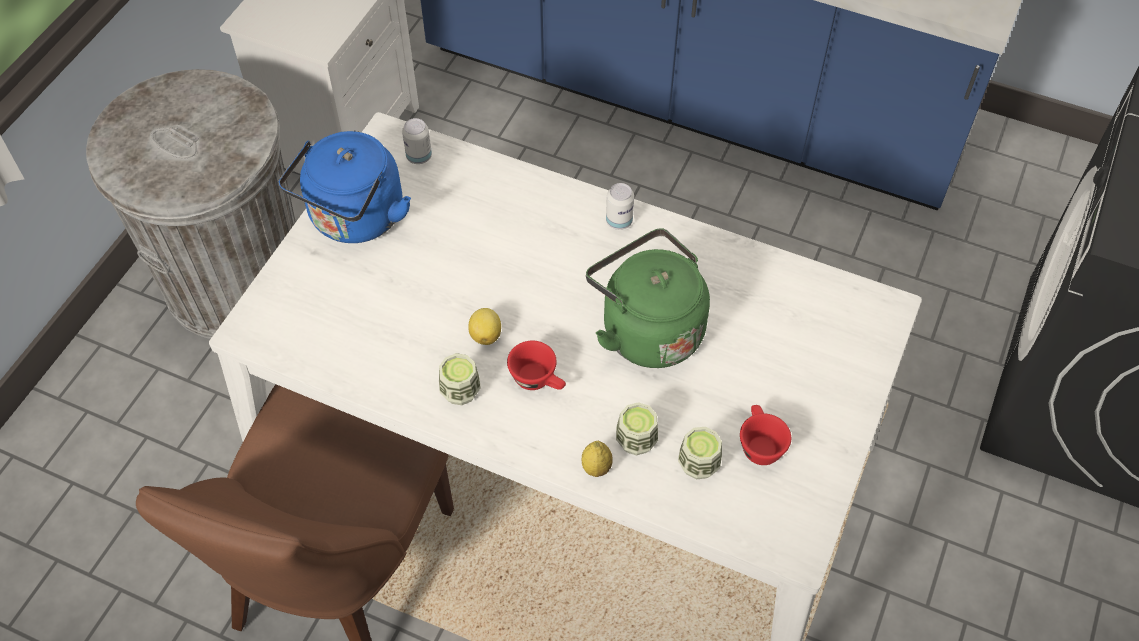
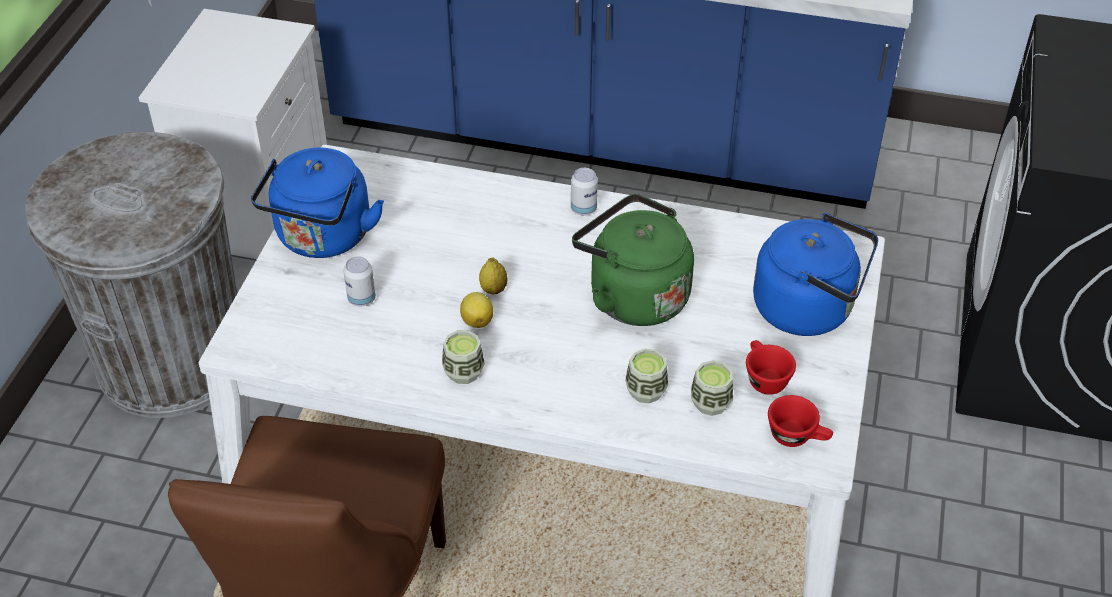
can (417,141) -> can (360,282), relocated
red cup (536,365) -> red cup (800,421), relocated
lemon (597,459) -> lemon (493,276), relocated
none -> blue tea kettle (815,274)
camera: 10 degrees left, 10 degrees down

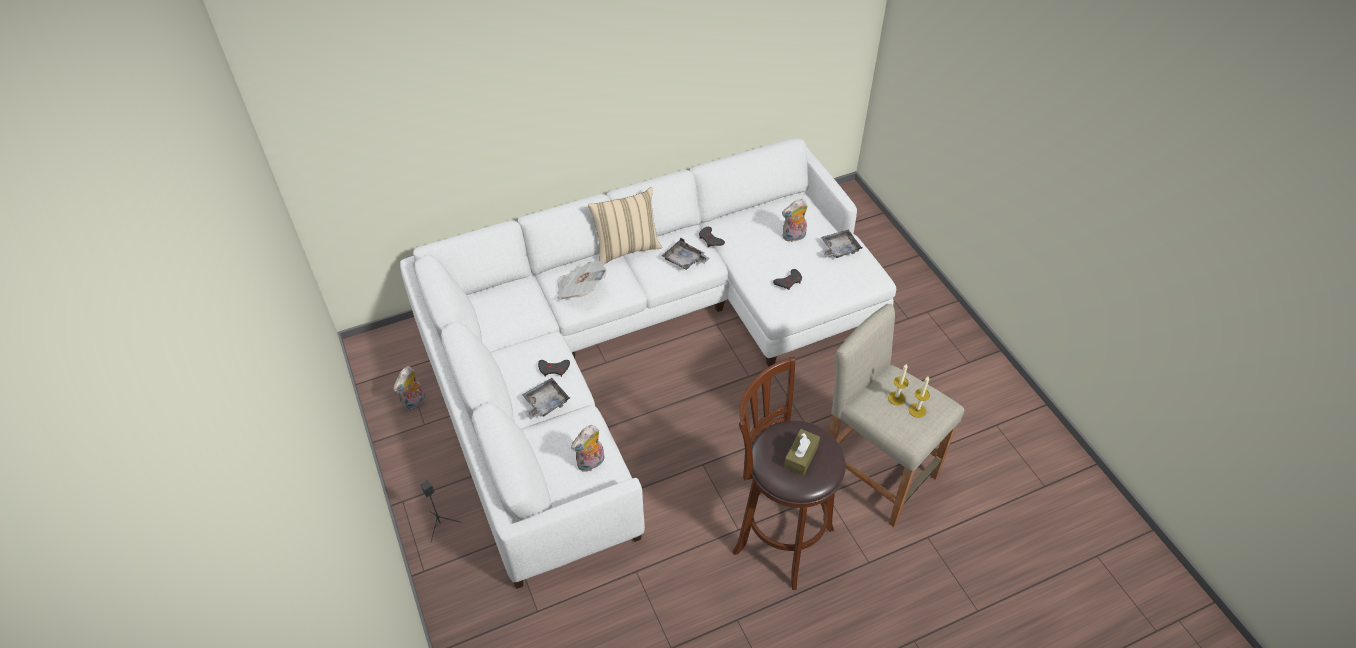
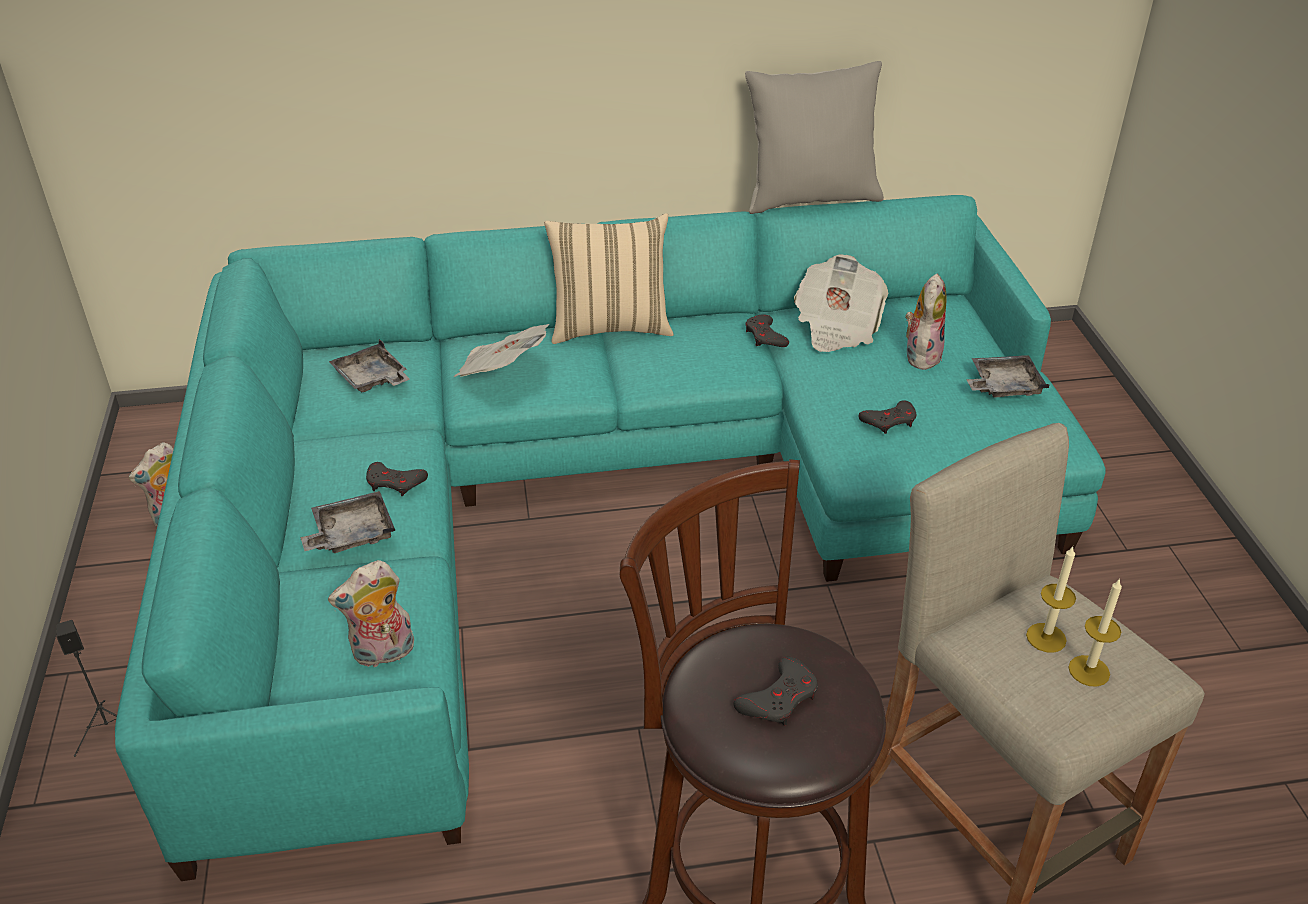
white-coloured couch (648,363) -> turquoise couch (610,538)
greyish carrying tray (686,254) -> greyish carrying tray (369,365), relocated
soft toy (795,220) -> soft toy (926,321), 120 degrees clockwise
brown-coloured tissue holder (802,452) -> greyish gamepad (775,691)
none -> greyish throw pillow (814,137)
none -> daily paper (841,303)
camera: 15 degrees right, 10 degrees down

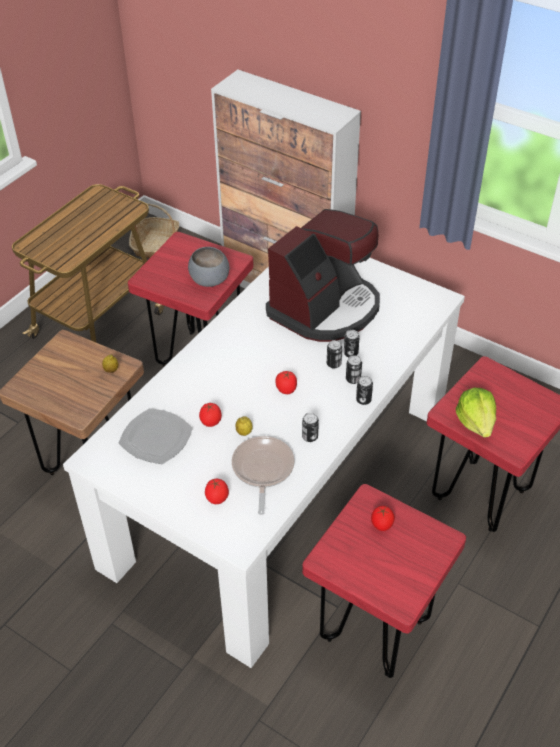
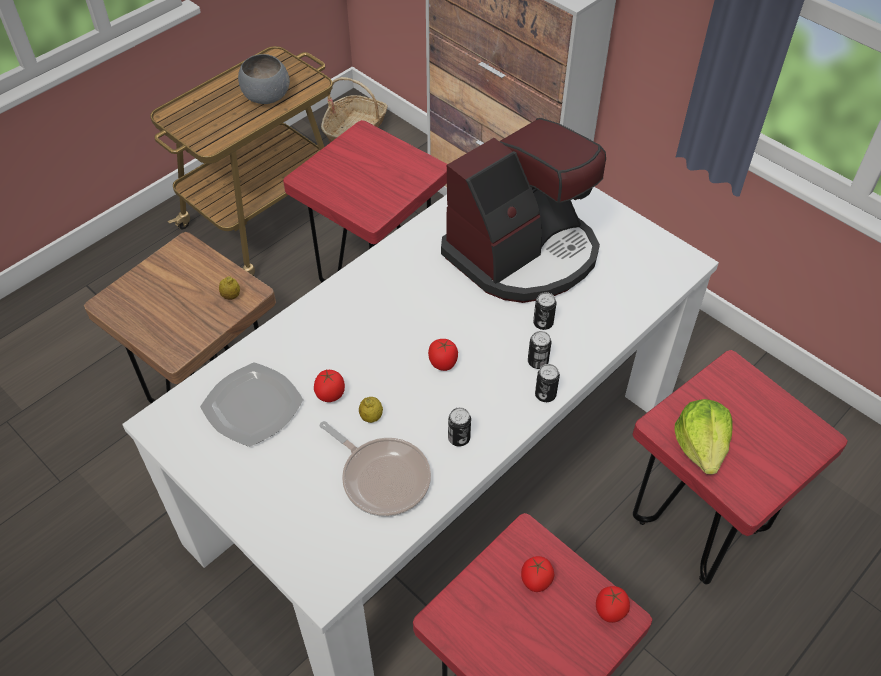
greyish bowl (209,267) -> greyish bowl (264,79), relocated
fresh tomato (217,491) -> fresh tomato (613,604), relocated
frying pan (263,475) -> frying pan (375,469), 120 degrees clockwise
can (334,354) -> none
camera: 10 degrees right, 5 degrees up

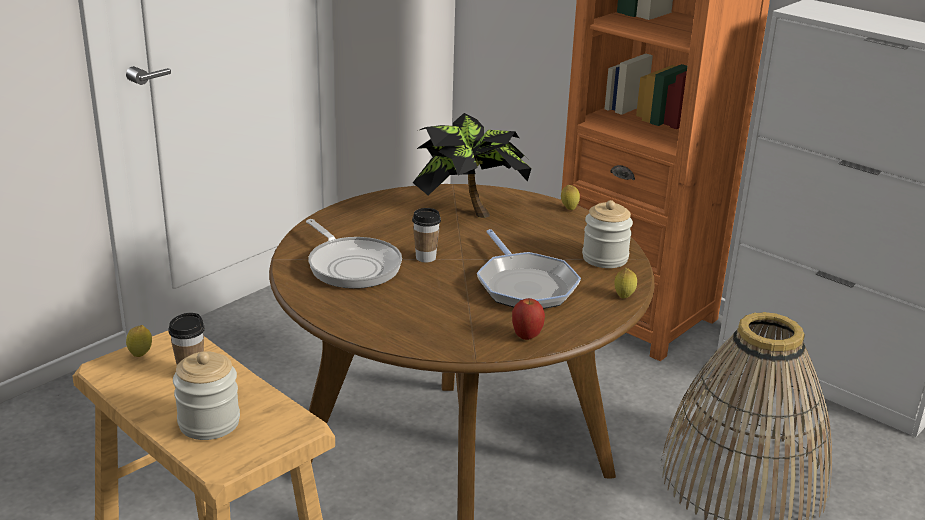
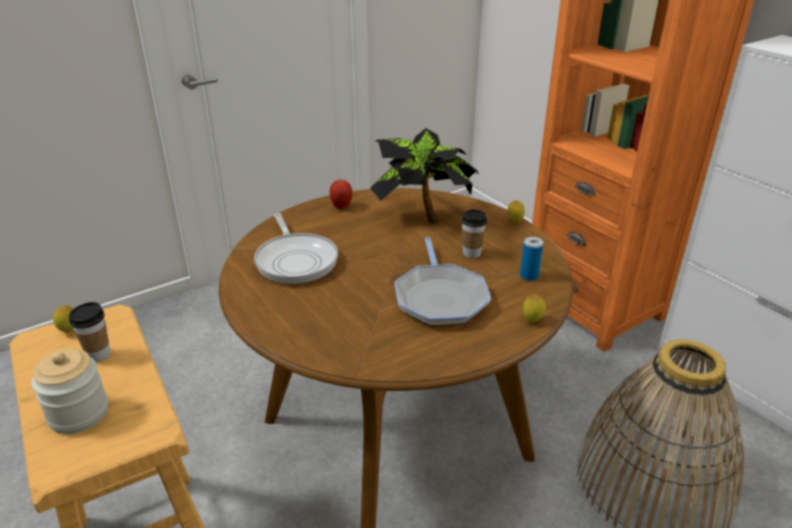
cup (426,235) -> cup (474,234), relocated
apple (528,319) -> apple (341,194), relocated
storage jar (607,234) -> can (531,259)
camera: 15 degrees right, 5 degrees up

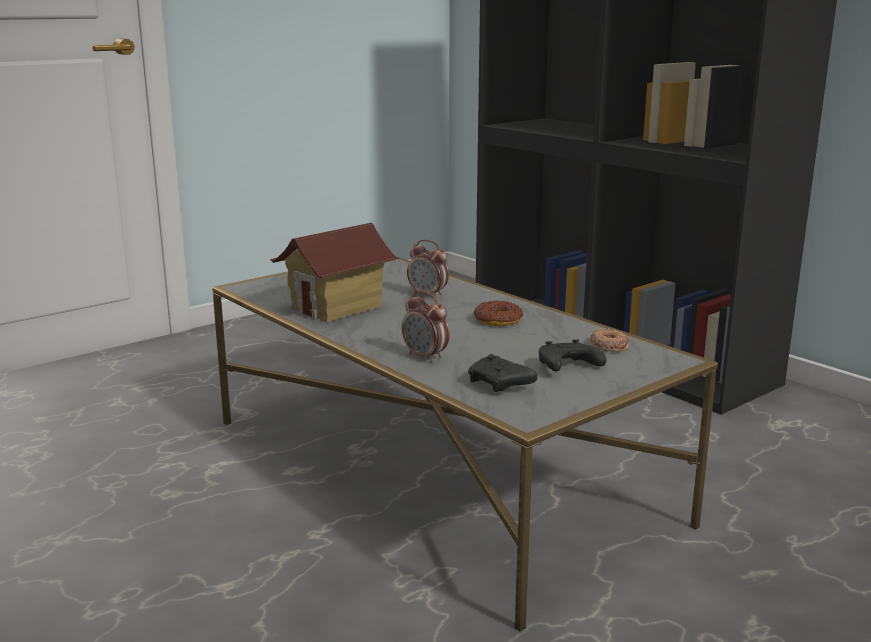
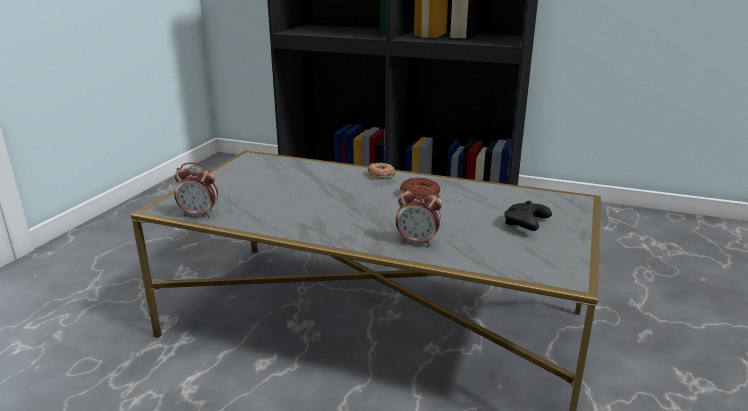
model house (335,272) -> none
table clock (428,268) -> table clock (196,189), relocated
blackish gamepad (502,373) -> none
ring doughnut (609,340) -> ring doughnut (381,170), relocated
camera: 30 degrees left, 5 degrees up

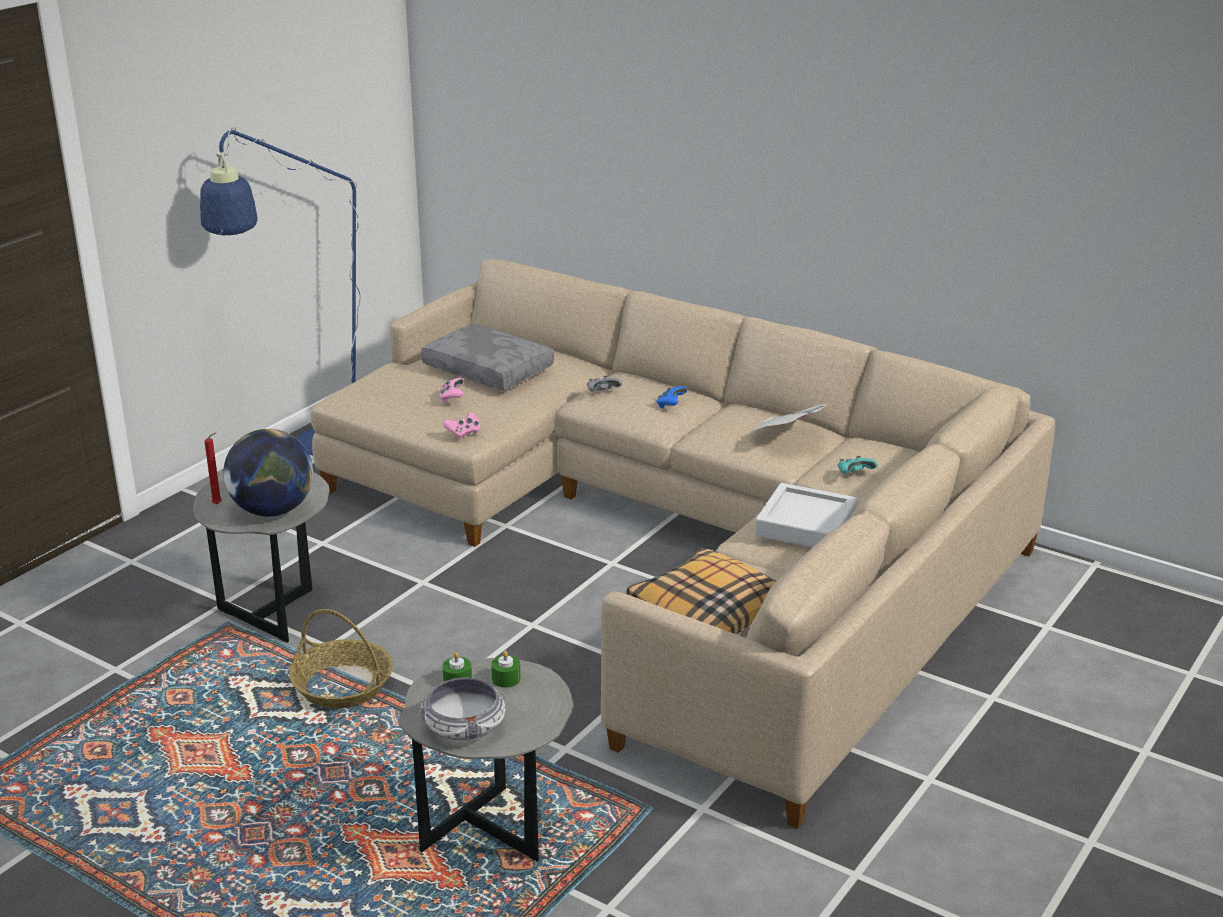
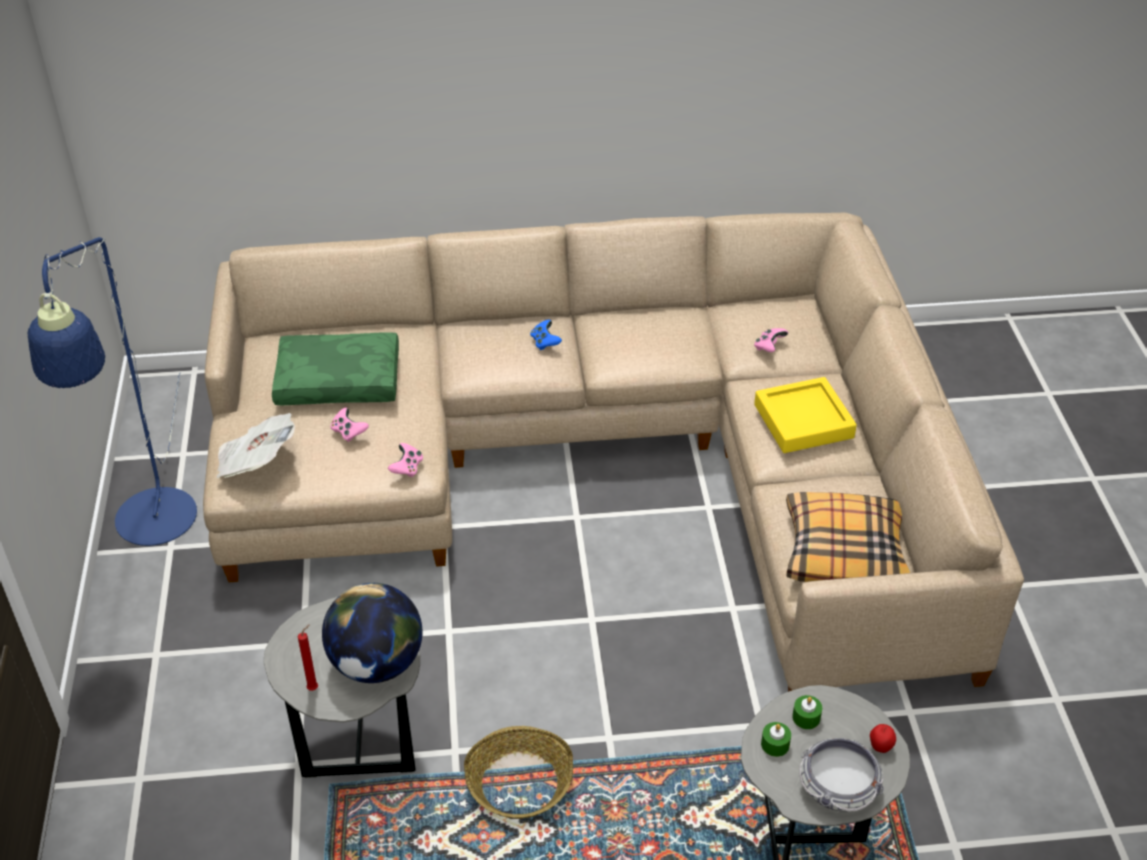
greyish throw pillow (487,357) -> greenish throw pillow (335,368)
greyish gamepad (604,384) -> none
daily paper (788,417) -> daily paper (255,446), relocated
greyish carrying tray (806,515) -> yellow carrying tray (805,415)
turquoise gamepad (858,465) -> pink gamepad (771,340)
none -> apple (883,738)
camera: 40 degrees left, 15 degrees up

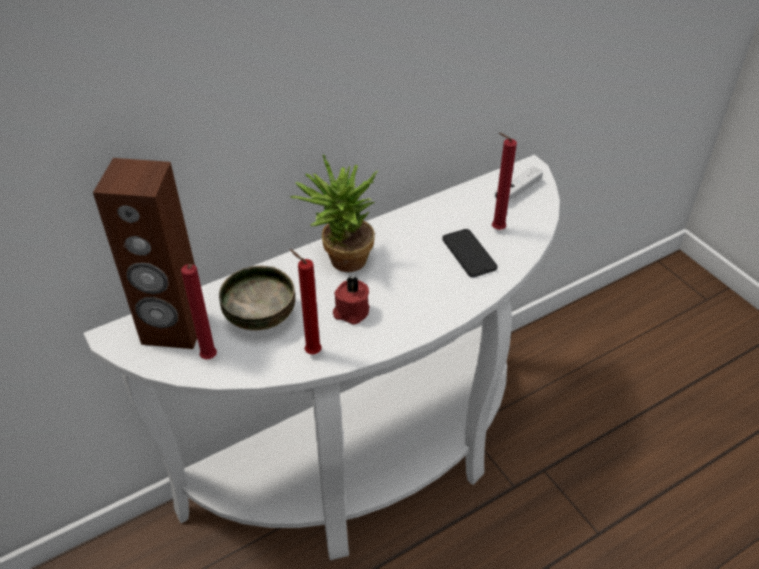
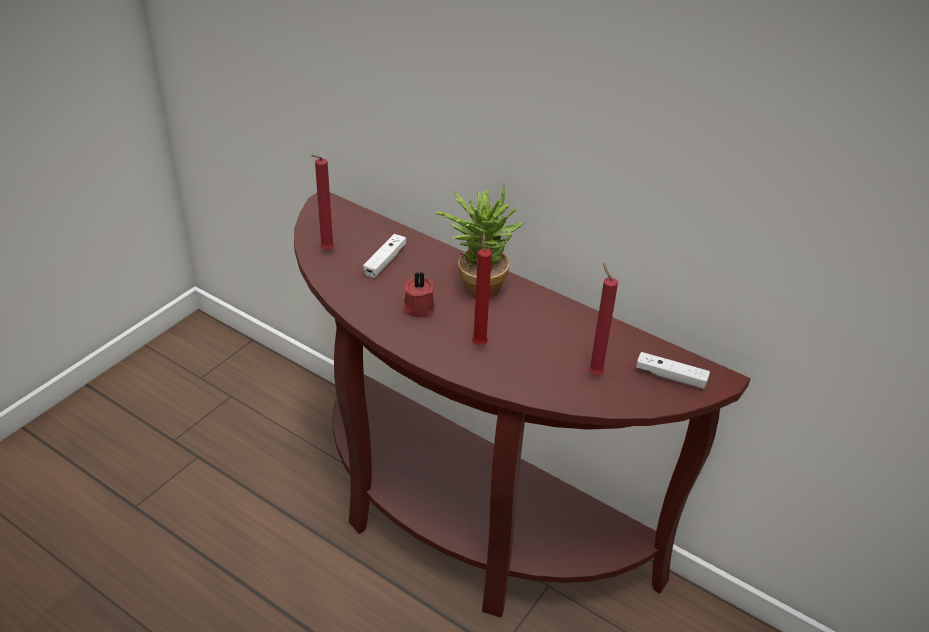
white-coloured console table (322,357) -> brown-coloured console table (522,405)
brown-coloured speaker (145,253) -> none
bowl (257,298) -> white-coloured gamepad (384,256)
red wax light (305,301) -> red wax light (482,289), relocated
handset (470,253) -> none
camera: 65 degrees right, 5 degrees down

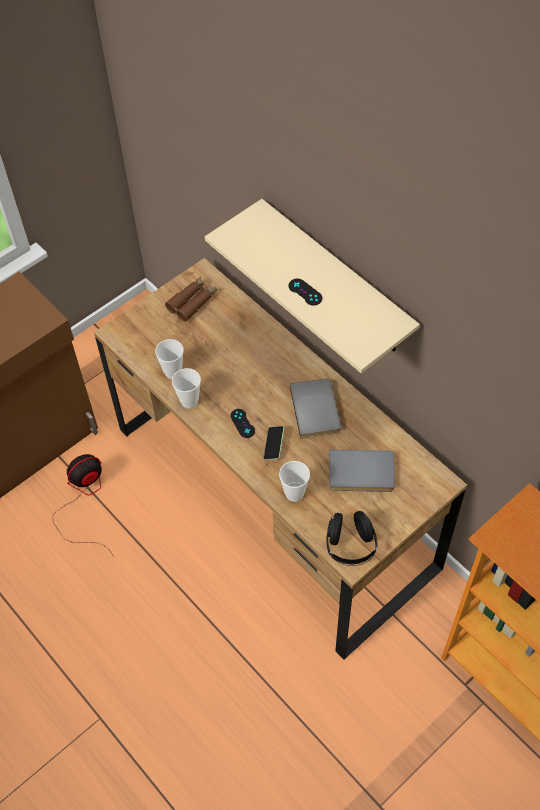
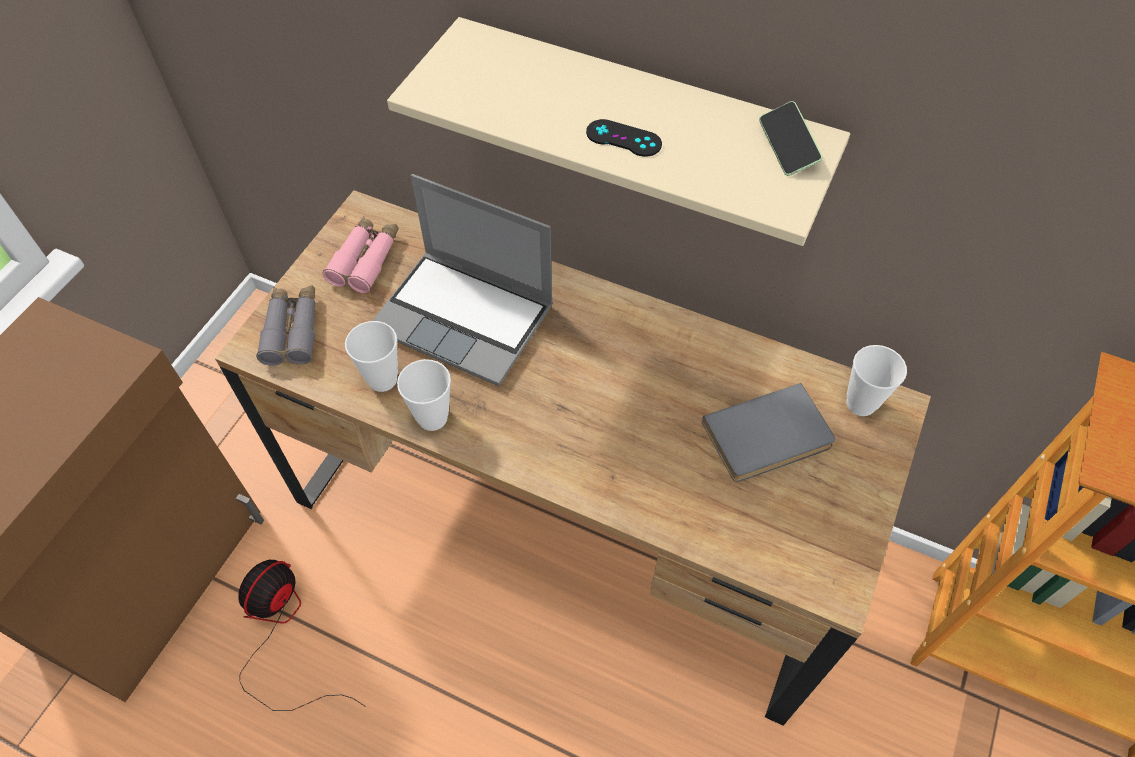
brown-coloured pair of binoculars (191,299) -> pink pair of binoculars (361,254)
blackish gamepad (243,423) -> none
handset (273,443) -> handset (791,138), relocated
cup (294,481) -> cup (876,380), relocated
greyish book (315,408) -> none
blackish headphones (352,538) -> none
none -> greyish pair of binoculars (285,325)
none -> portable computer (462,280)
camera: 25 degrees left, 0 degrees up

